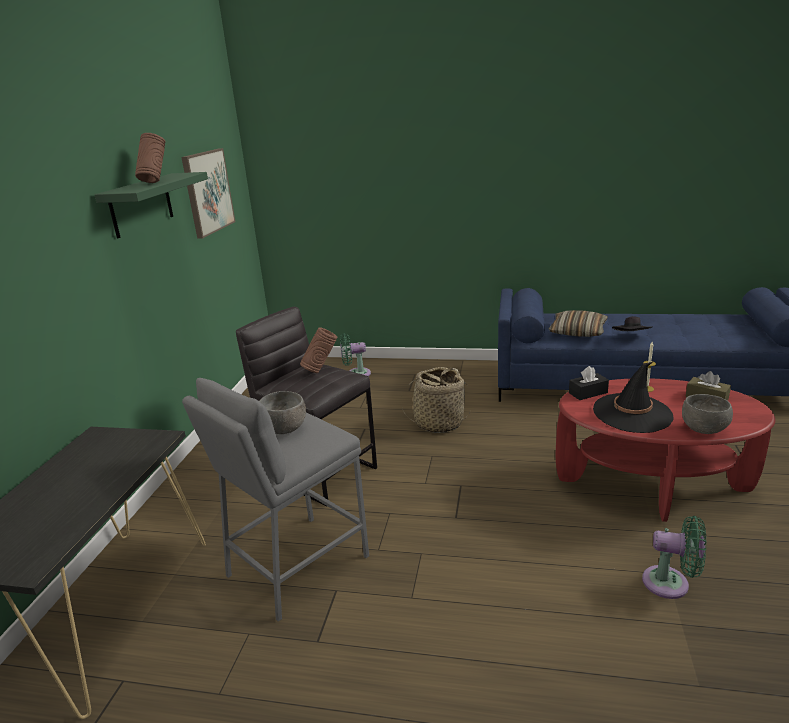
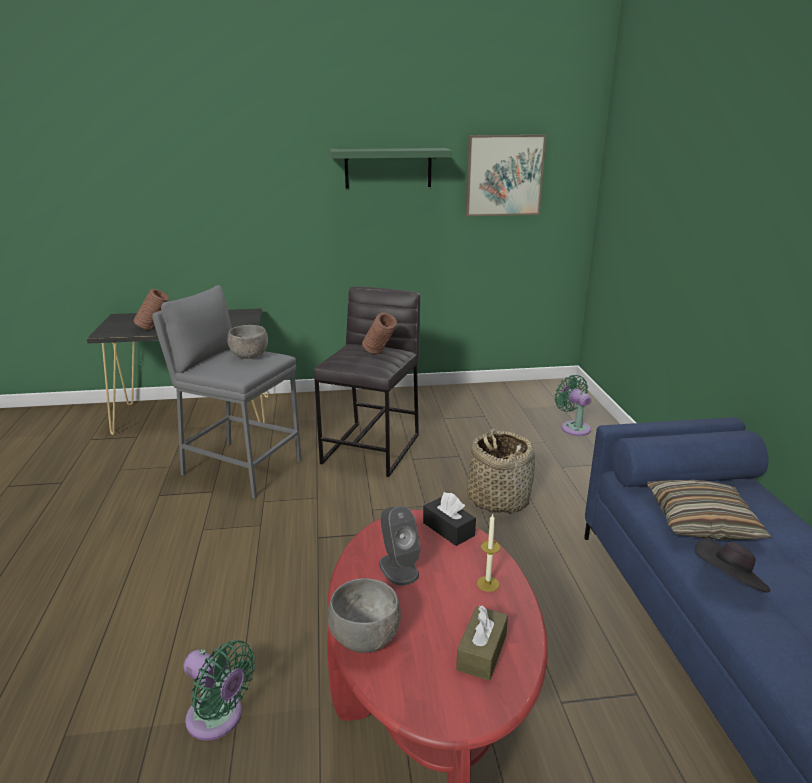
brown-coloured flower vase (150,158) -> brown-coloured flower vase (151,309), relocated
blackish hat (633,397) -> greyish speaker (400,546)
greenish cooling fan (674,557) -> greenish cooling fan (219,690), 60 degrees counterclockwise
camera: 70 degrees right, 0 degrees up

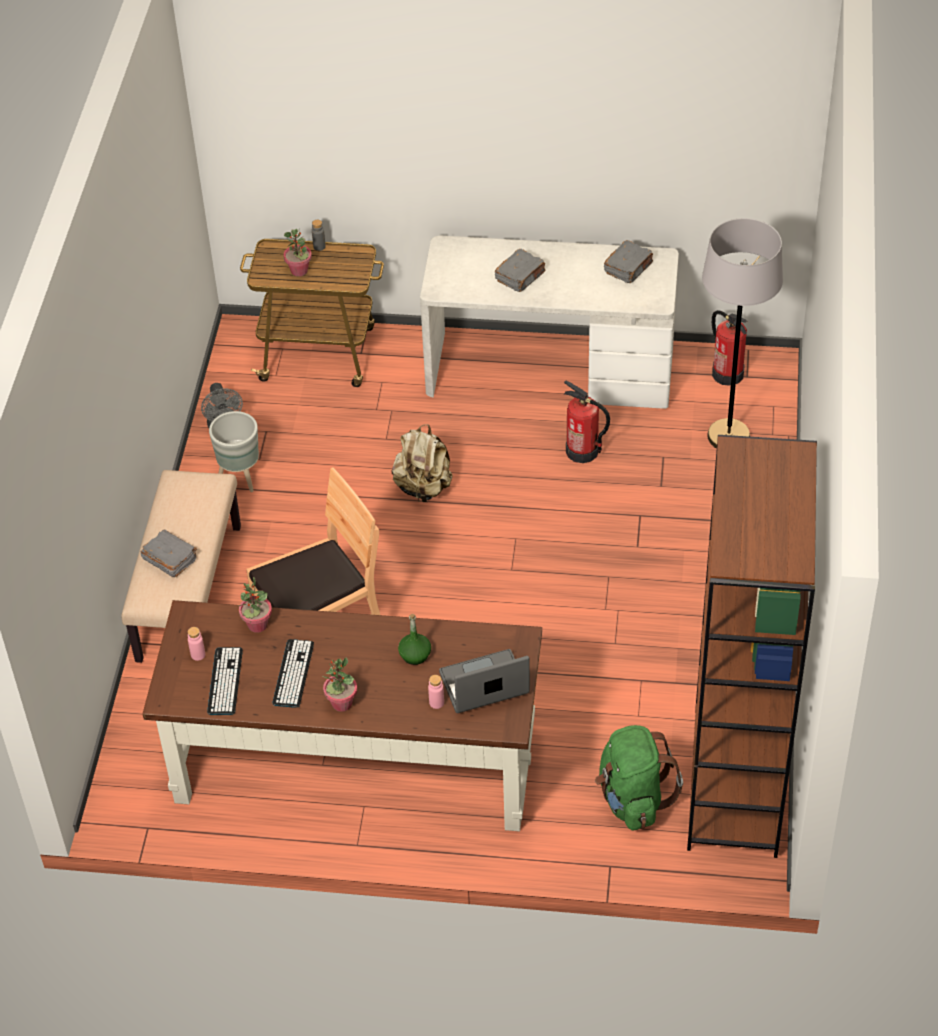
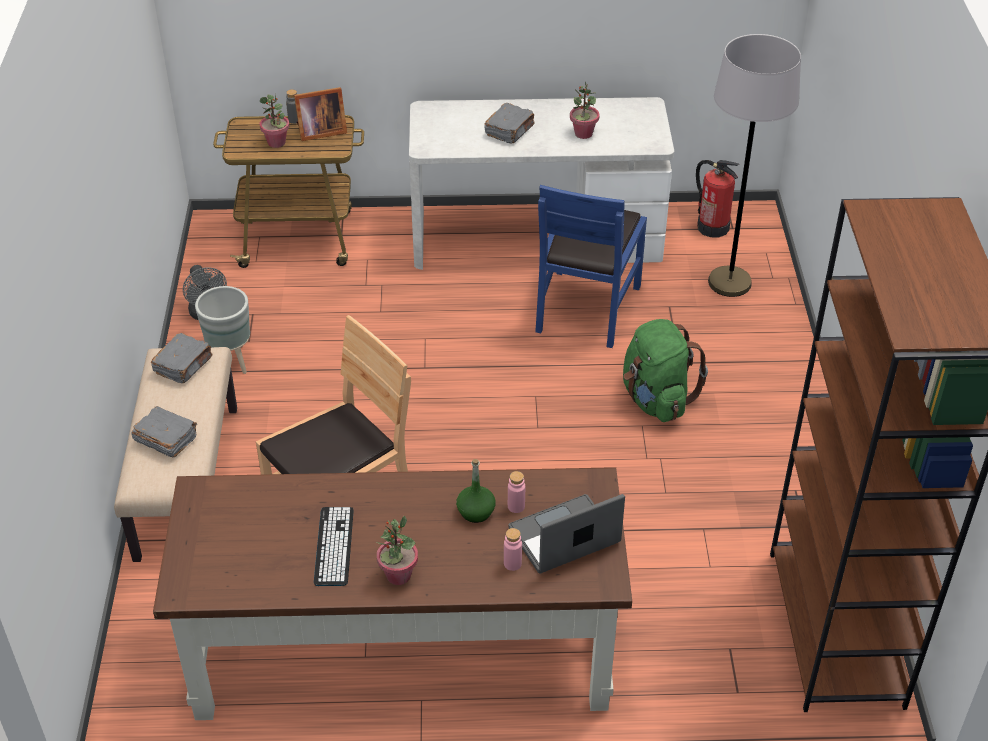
pink bottle (196,644) -> pink bottle (516,492), relocated
PC keyboard (225,681) -> none
plant in a pot (255,605) -> plant in a pot (585,110), relocated
beige-coloured rucksack (422,463) -> none
fire extinguisher (587,421) -> blue chair (591,266)
greenish rucksack (639,778) -> greenish rucksack (665,370), relocated
greyish book (628,261) -> greyish book (181,358), relocated
none -> standing frame (320,114)
camera: 10 degrees left, 5 degrees down

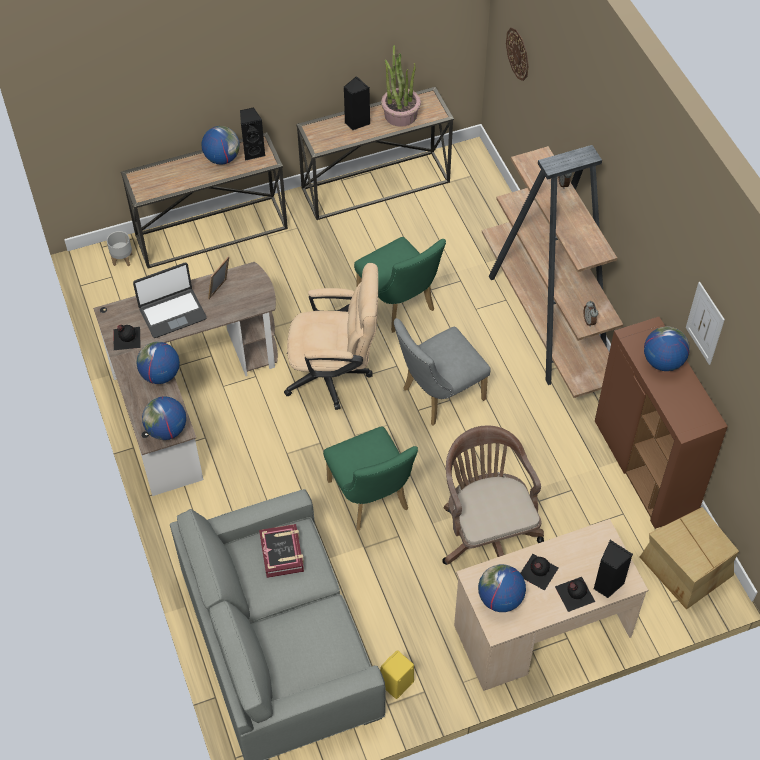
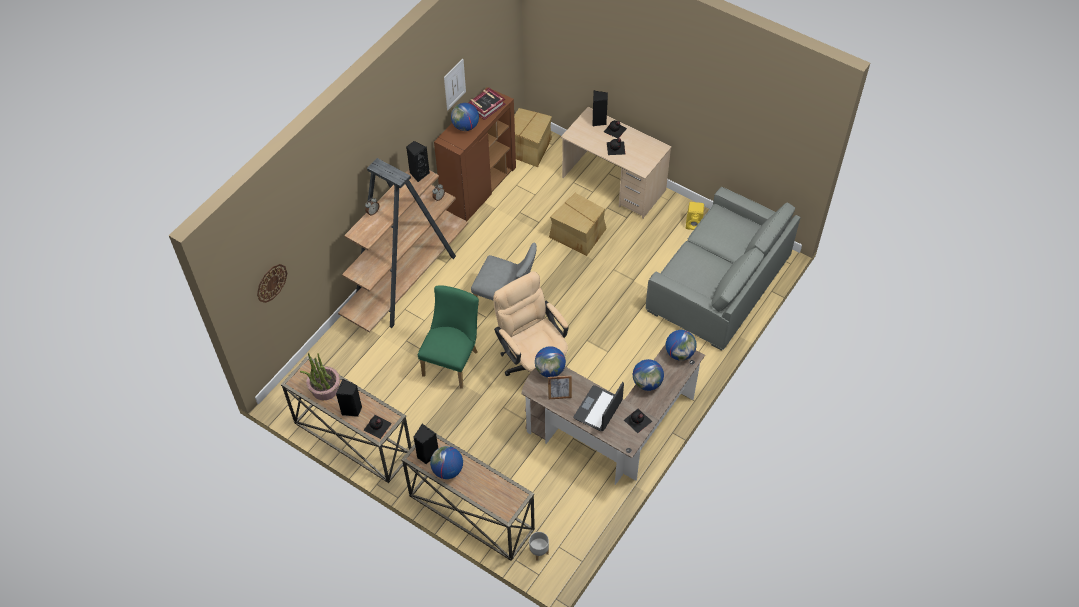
portable computer (170,300) -> portable computer (598,406), 90 degrees counterclockwise
book (281,551) -> book (486,104), relocated
greenish chair (370,478) -> none
brown-coloured desk chair (493,495) -> carton (578,224)
desk globe (502,588) -> desk globe (550,361), relocated
none -> blackish bottle (378,427)
none -> blackish speaker (418,161)
camera: 125 degrees left, 0 degrees up

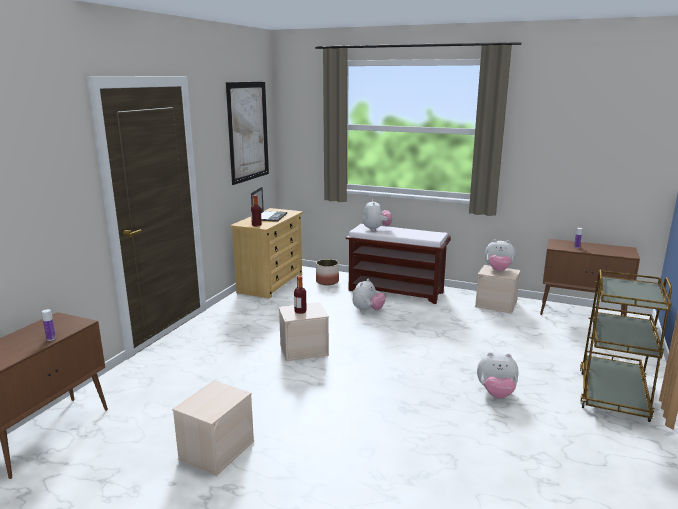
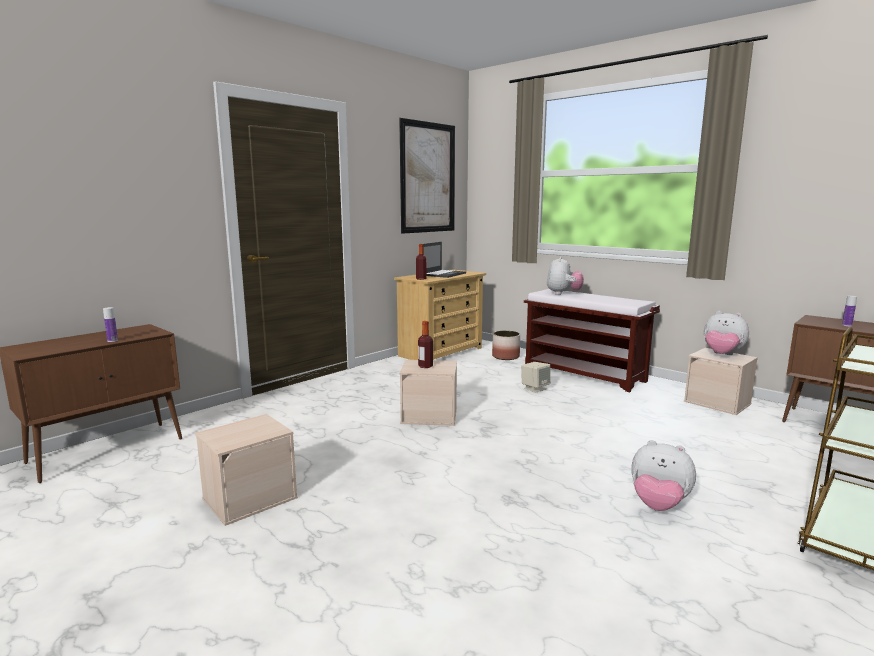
soft toy (369,295) -> beige-coloured speaker (536,377)
camera: 20 degrees right, 5 degrees down

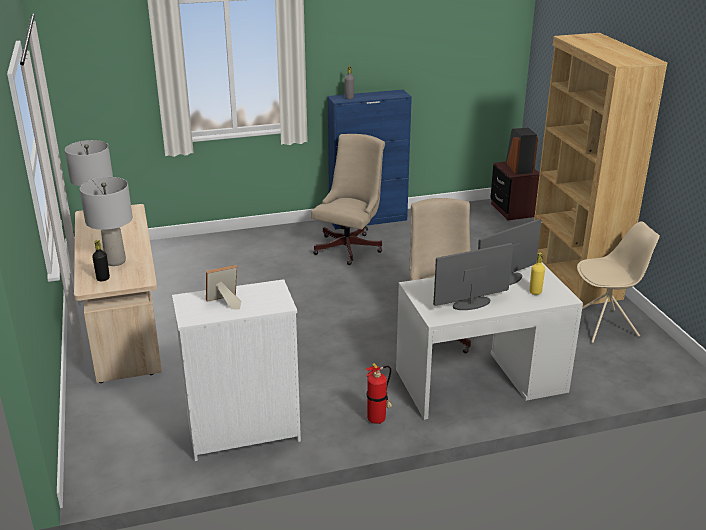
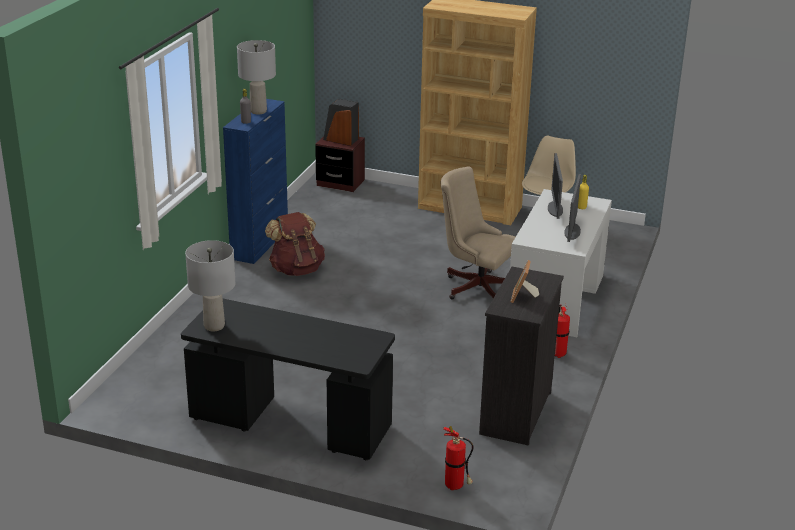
beige-coloured desk (118,293) -> blackish desk (288,379)
greyish tabletop lamp (106,221) -> greyish tabletop lamp (256,77), relocated
blackish bottle (101,260) -> none
white-coloured drawer chest (236,370) -> blackish drawer chest (521,356)
beige-coloured desk chair (348,199) -> brown-coloured rucksack (295,244)
none -> fire extinguisher (458,458)
camera: 55 degrees left, 0 degrees up

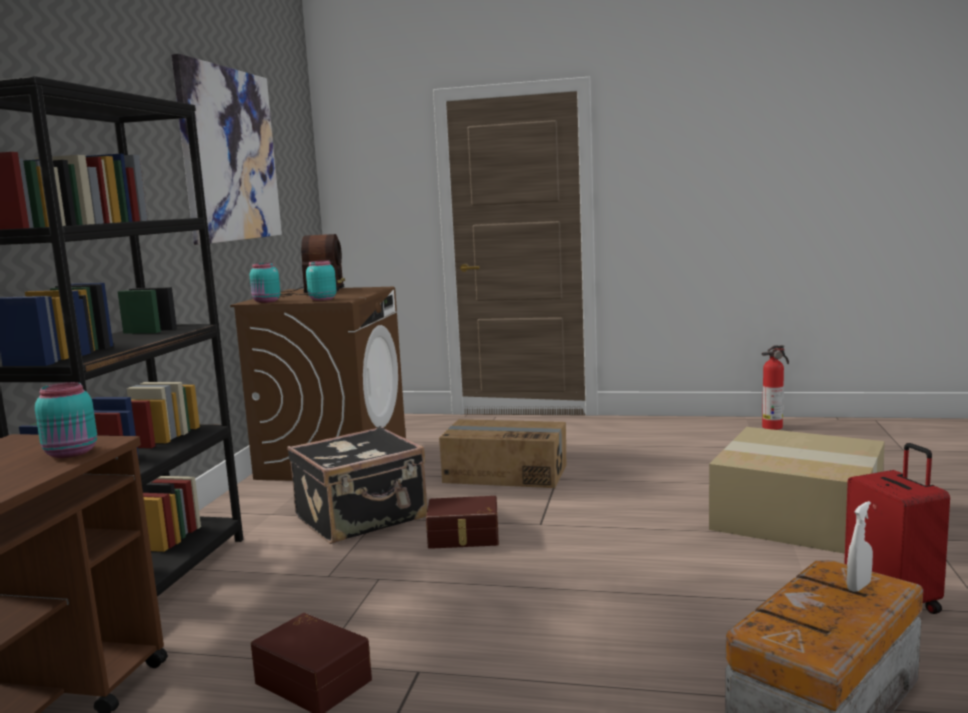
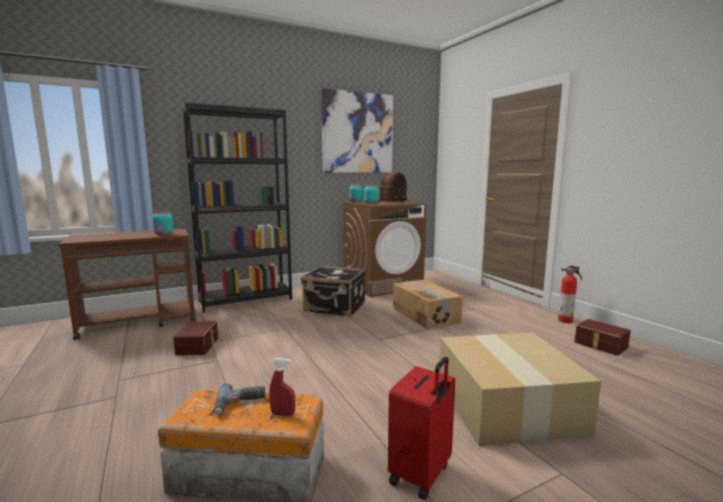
brown-coloured storage box (462,522) -> brown-coloured storage box (602,337), relocated
fire extinguisher (775,387) -> fire extinguisher (570,294), relocated
white-coloured hand sprayer (860,546) -> red hand sprayer (282,387)
none -> power drill (239,399)
camera: 50 degrees right, 0 degrees up

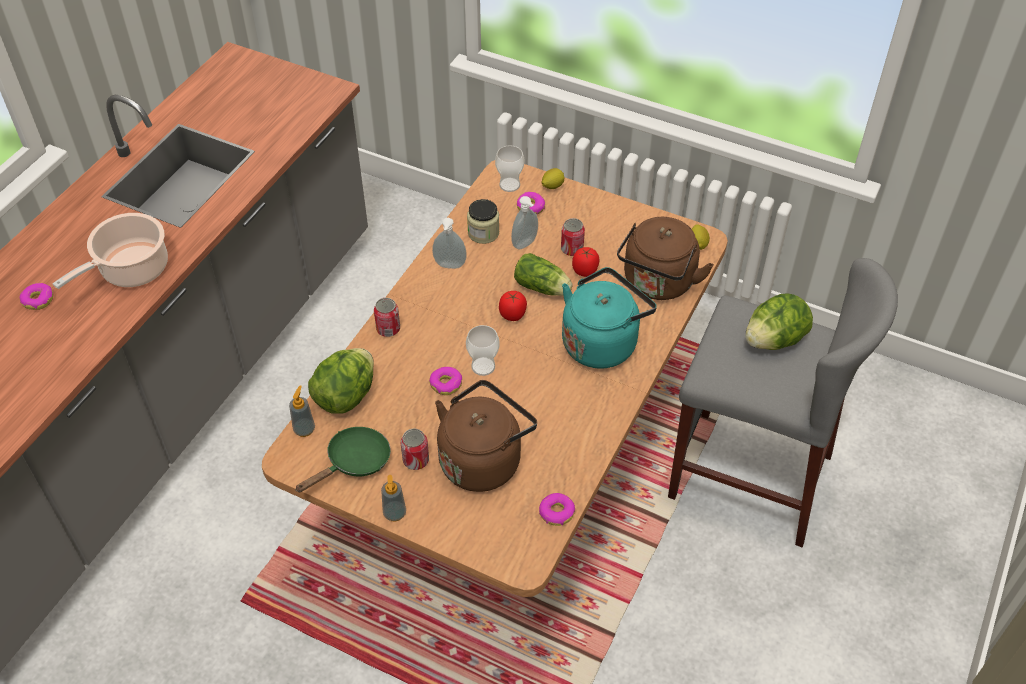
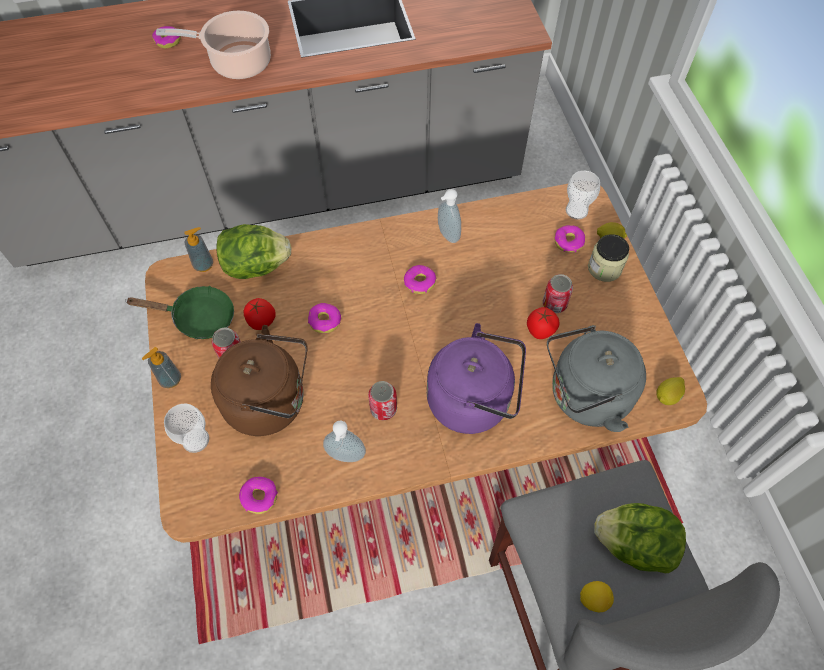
can (387,317) -> can (382,401), relocated
cup (483,350) -> cup (186,428), relocated
storage jar (483,221) -> storage jar (608,258), relocated
fresh tomato (513,306) -> fresh tomato (259,314), relocated
liquid soap bottle (524,223) -> liquid soap bottle (344,441), relocated
lettuce (543,274) -> none
turquoise tea kettle (609,318) -> purple tea kettle (476,378)
brown-coloured tea kettle (665,258) -> greyish tea kettle (596,378)
none -> ring doughnut (420,279)
none -> lemon (597,596)
camera: 50 degrees right, 10 degrees up

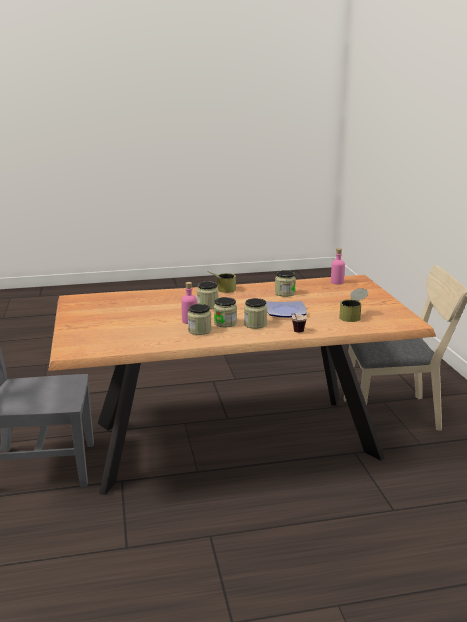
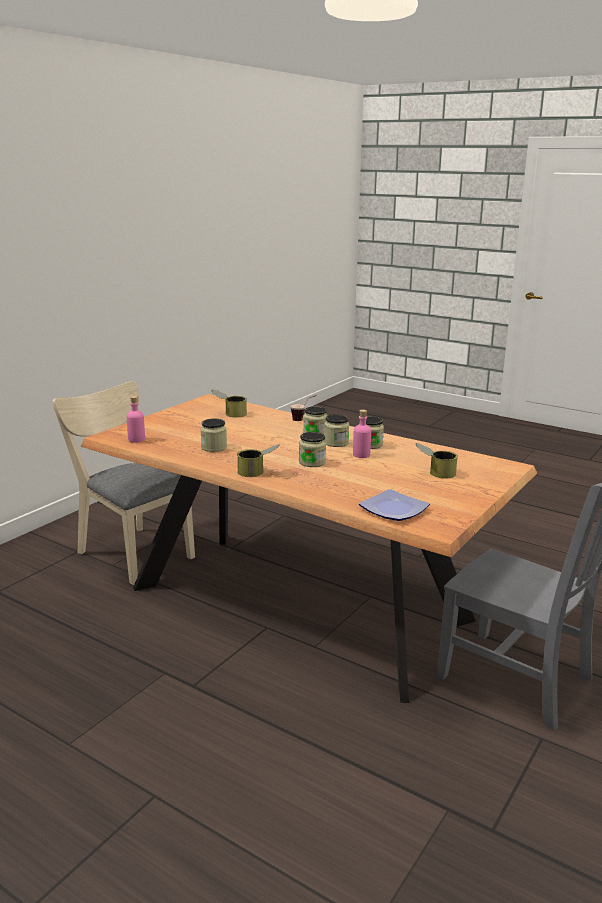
plate (286,309) -> plate (394,505), relocated
none -> can (437,460)
camera: 135 degrees left, 0 degrees up

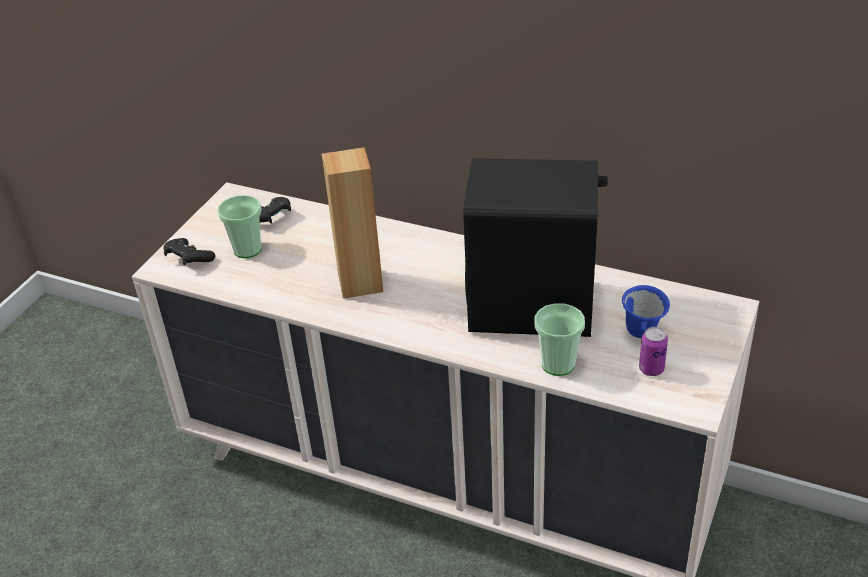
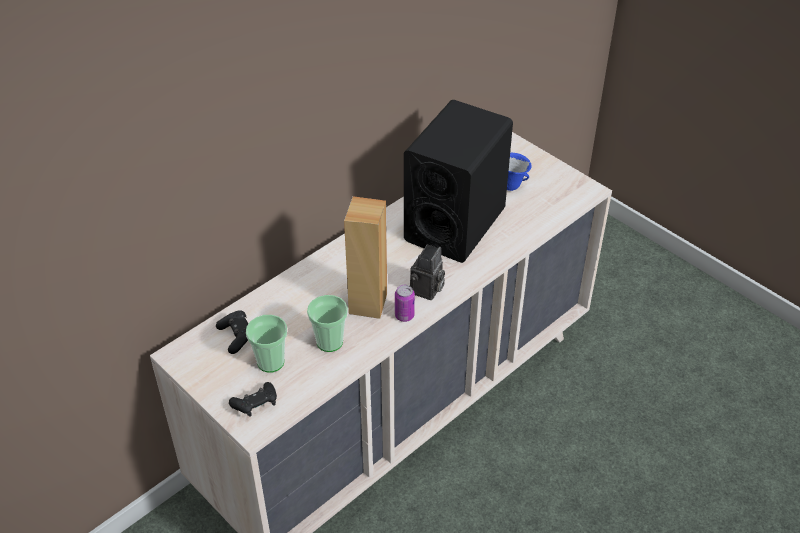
cup (559,339) -> cup (327,323), relocated
can (653,351) -> can (405,303), relocated
none -> still camera (427,272)
camera: 70 degrees left, 5 degrees up

